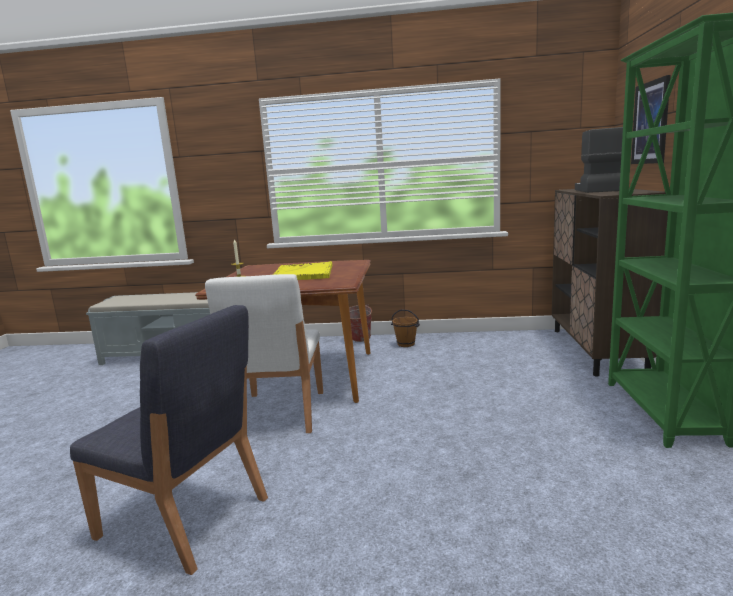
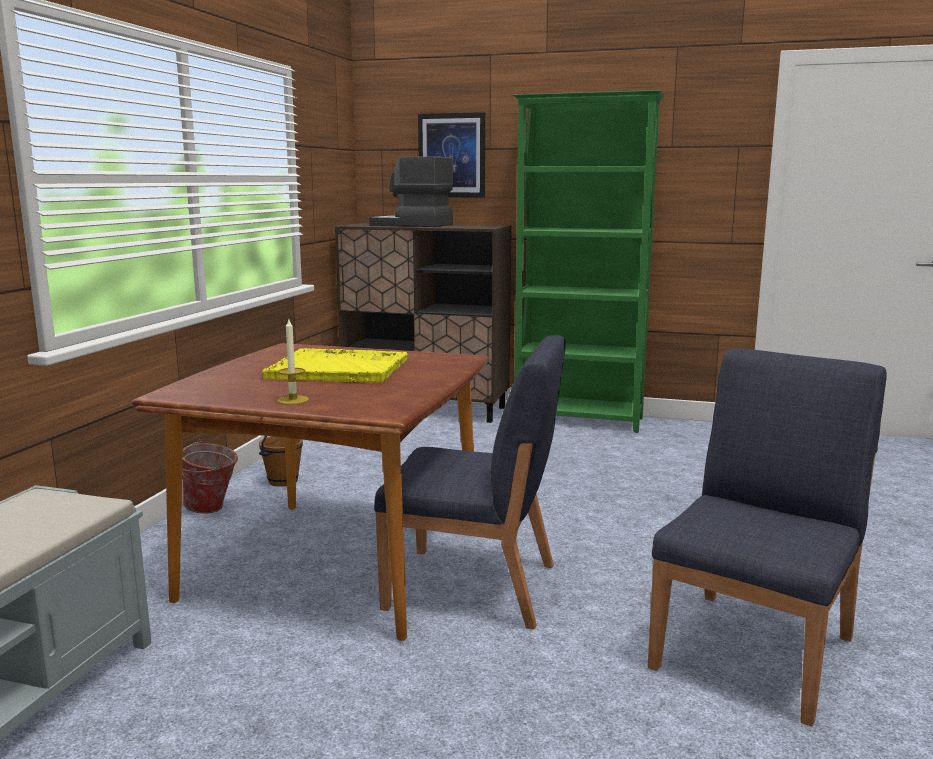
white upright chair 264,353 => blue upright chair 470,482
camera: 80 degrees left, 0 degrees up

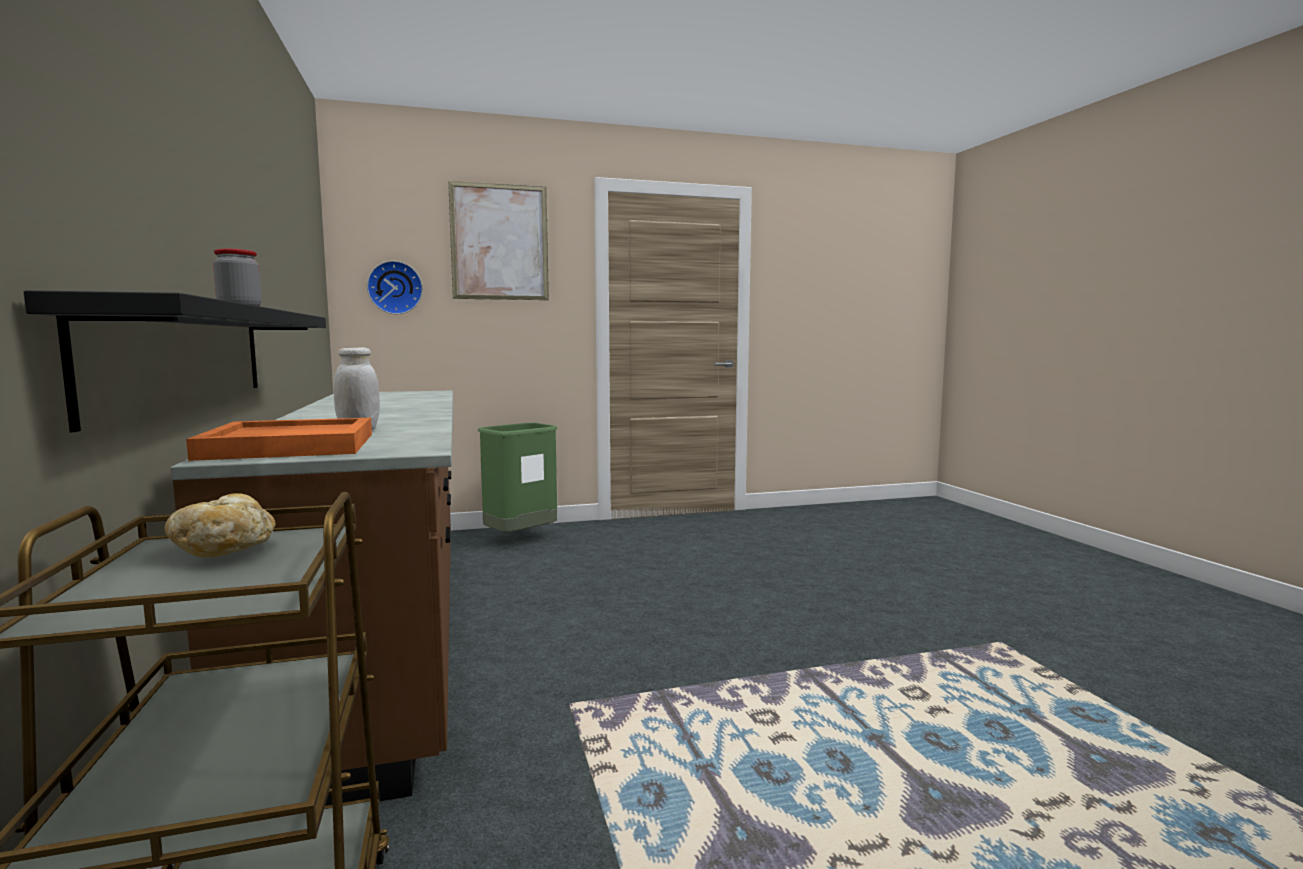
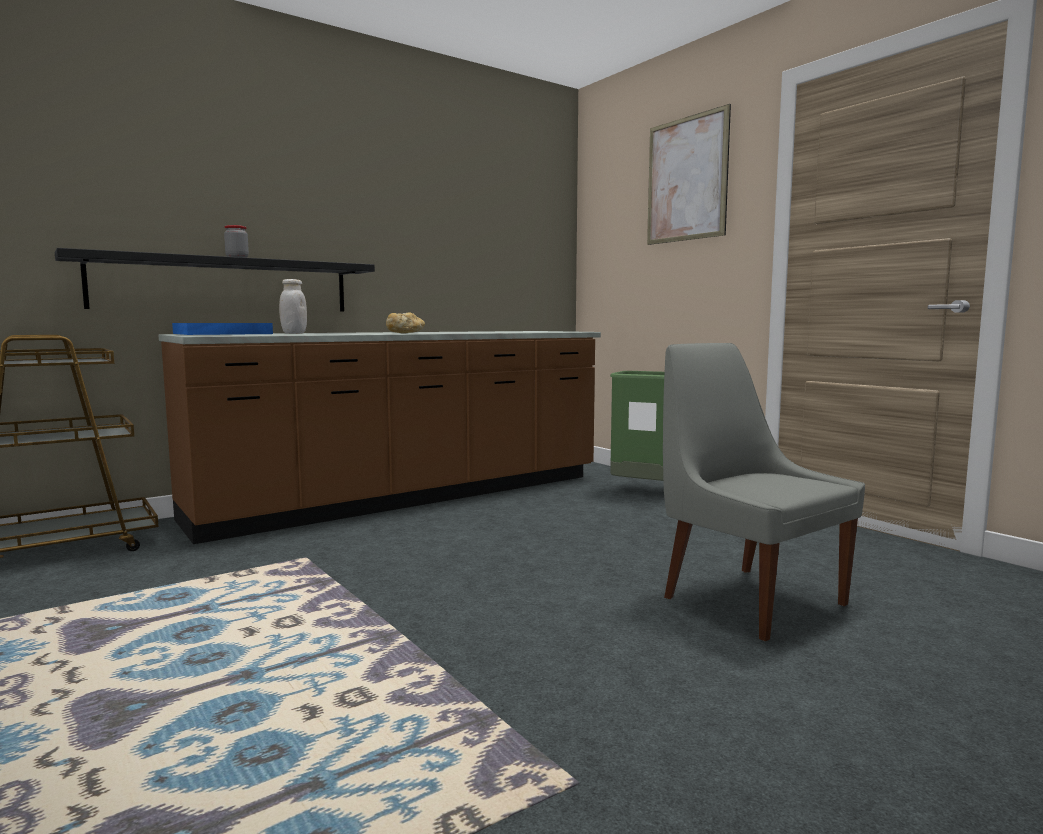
bakery bread 220,525 => bakery bread 405,323, move
orange carrying tray 279,439 => blue carrying tray 222,329
hanging clock 395,287 => nothing
nothing => grey upright chair 764,492
camera: 70 degrees right, 0 degrees up

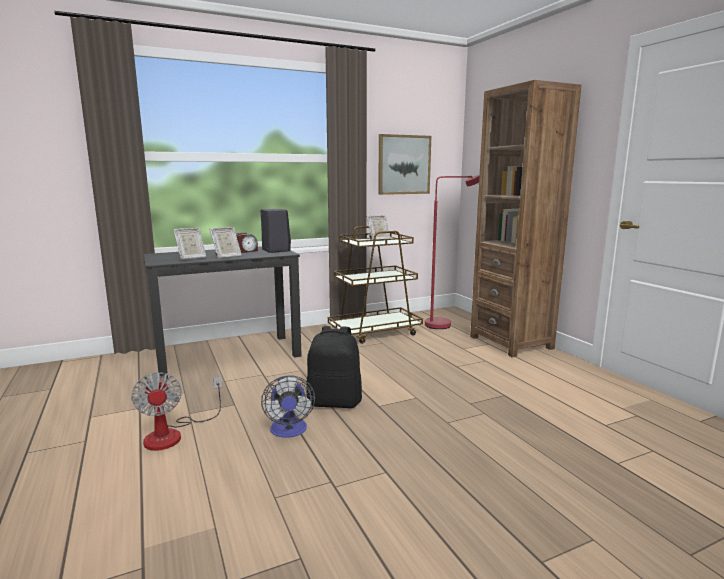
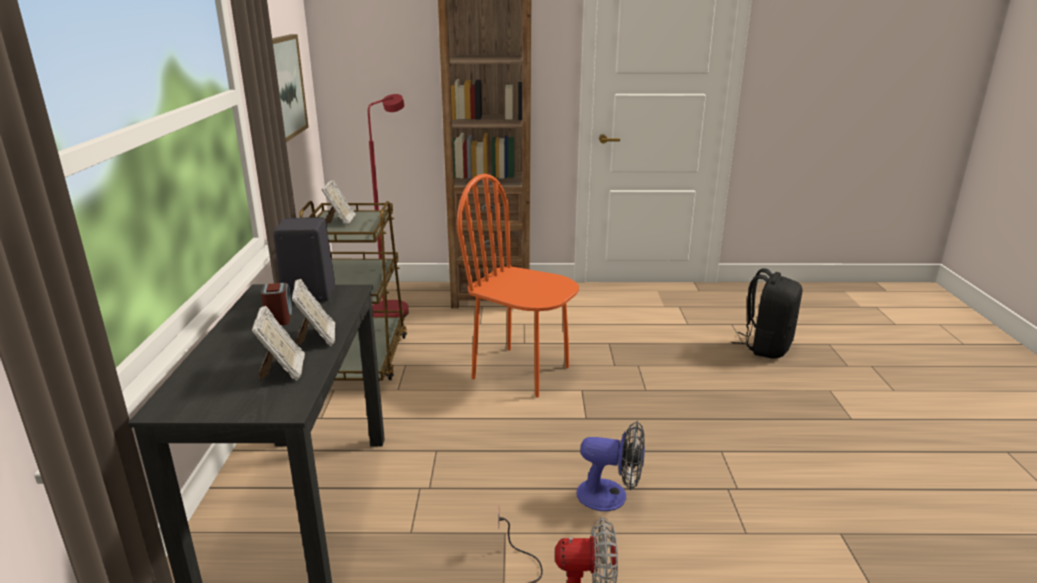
blackish rucksack 334,367 => blackish rucksack 766,313, move
nothing => orange upright chair 518,286
camera: 65 degrees left, 10 degrees up

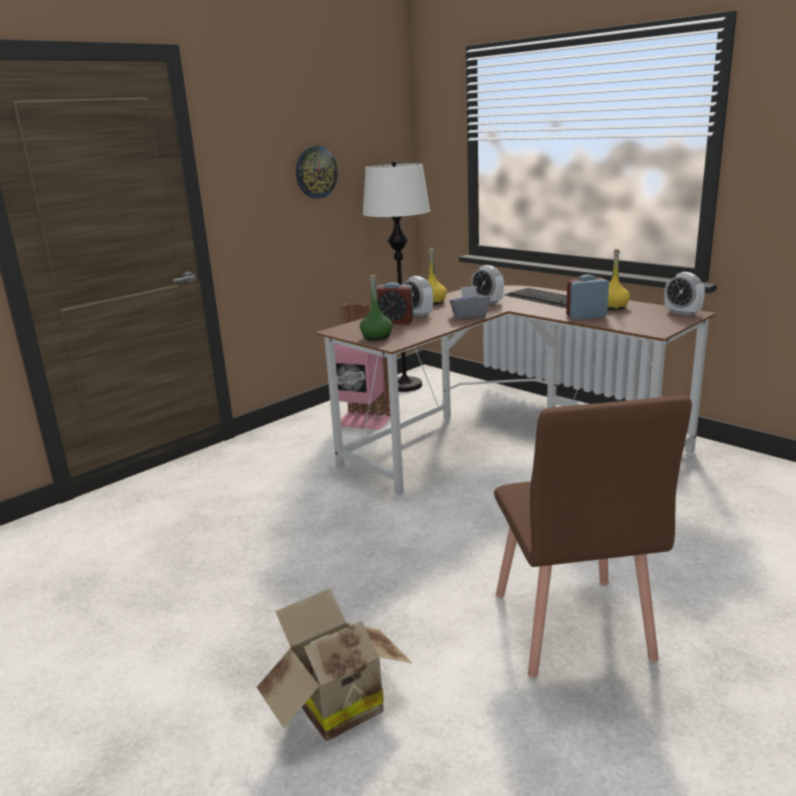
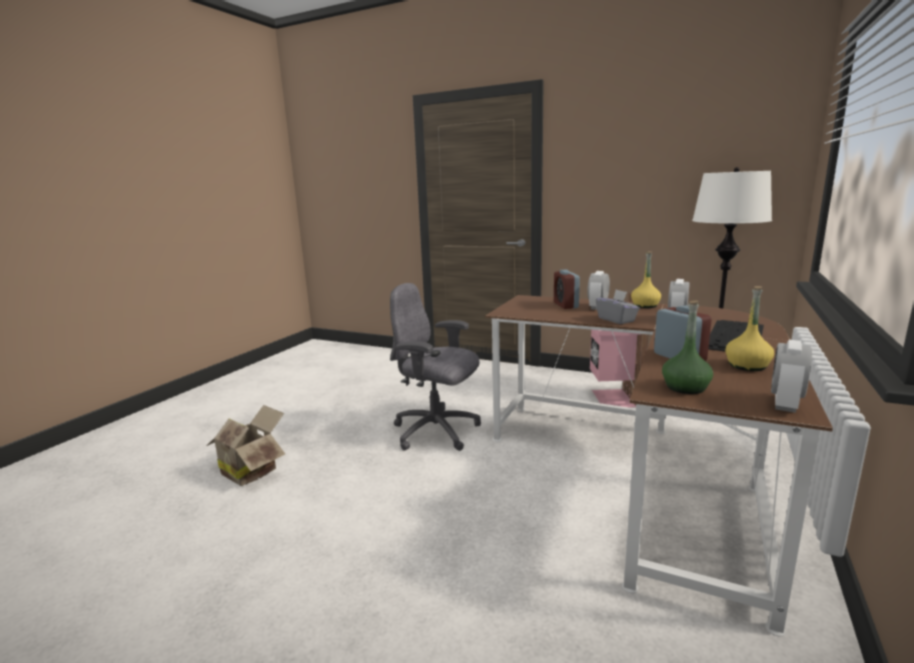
hanging clock 317,172 => nothing
green bottle 376,308 => green bottle 687,347, move
brown upright chair 593,537 => nothing
nothing => grey office chair 435,367
camera: 70 degrees right, 5 degrees down

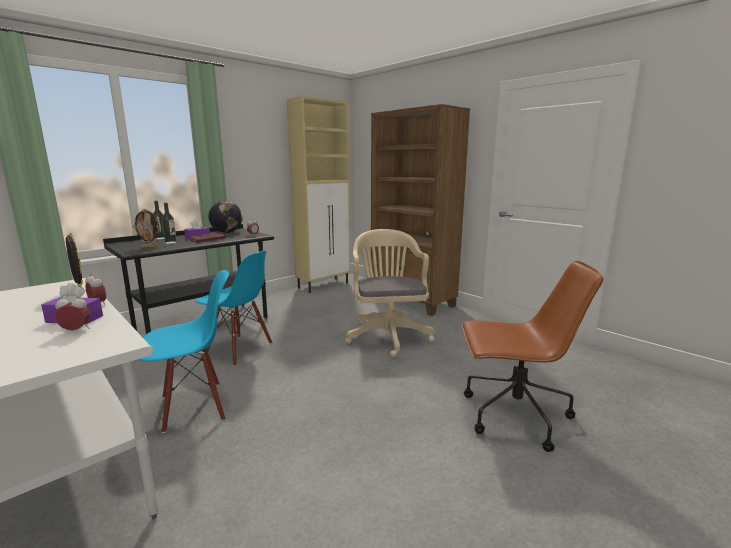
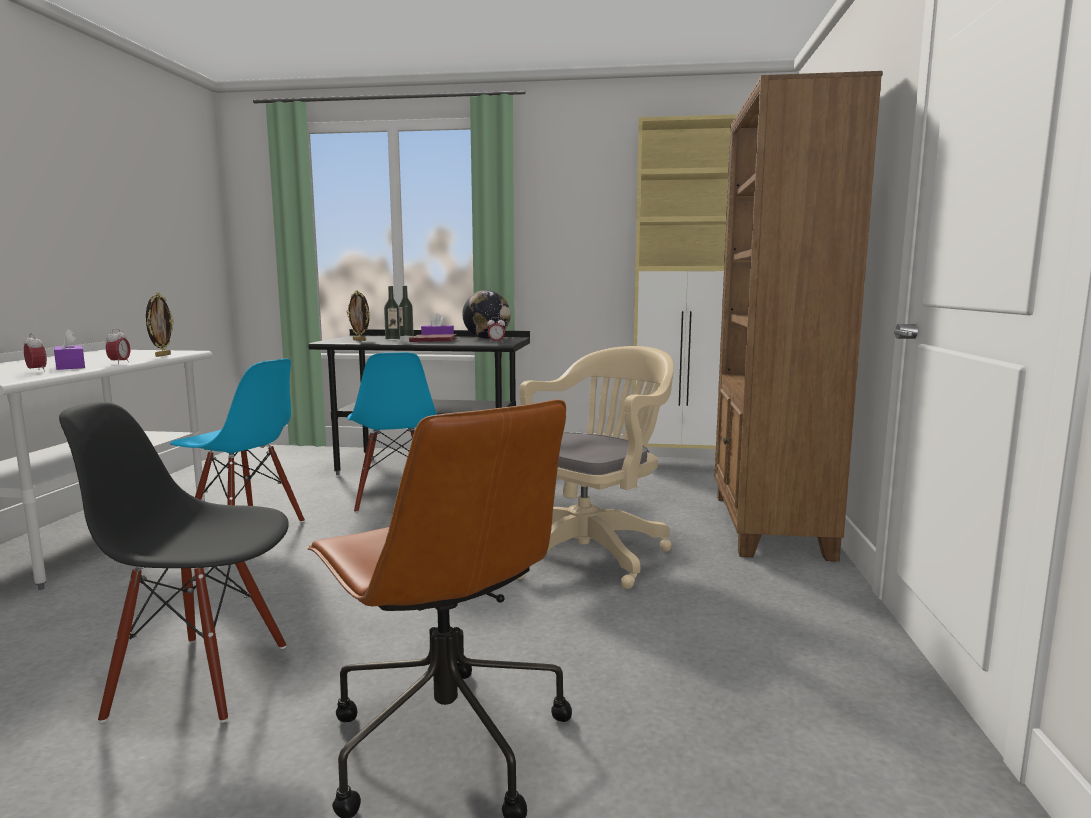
nothing => blackish upright chair 174,562
camera: 50 degrees right, 5 degrees down

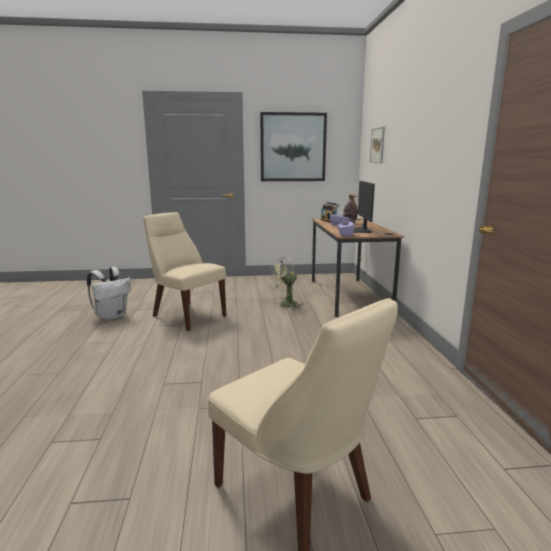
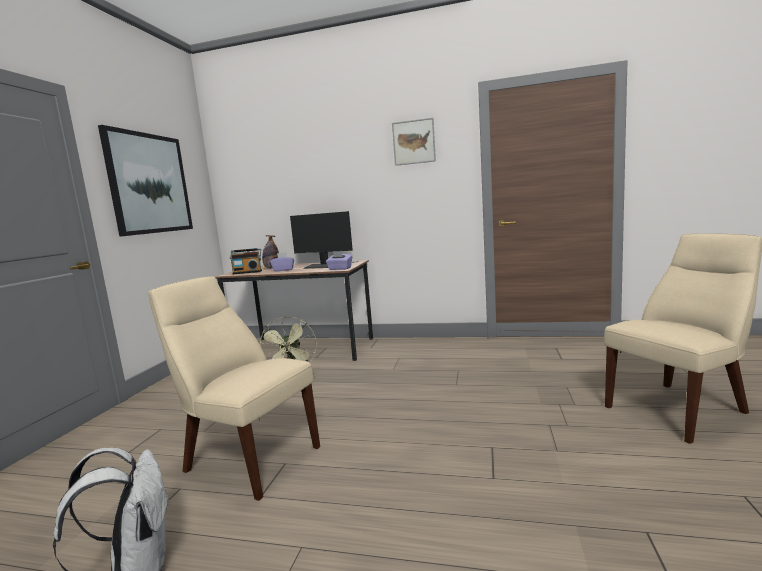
beige upright chair 184,271 => beige upright chair 234,388, 60 degrees clockwise
wall art 377,145 => wall art 414,142, move
camera: 70 degrees left, 5 degrees down

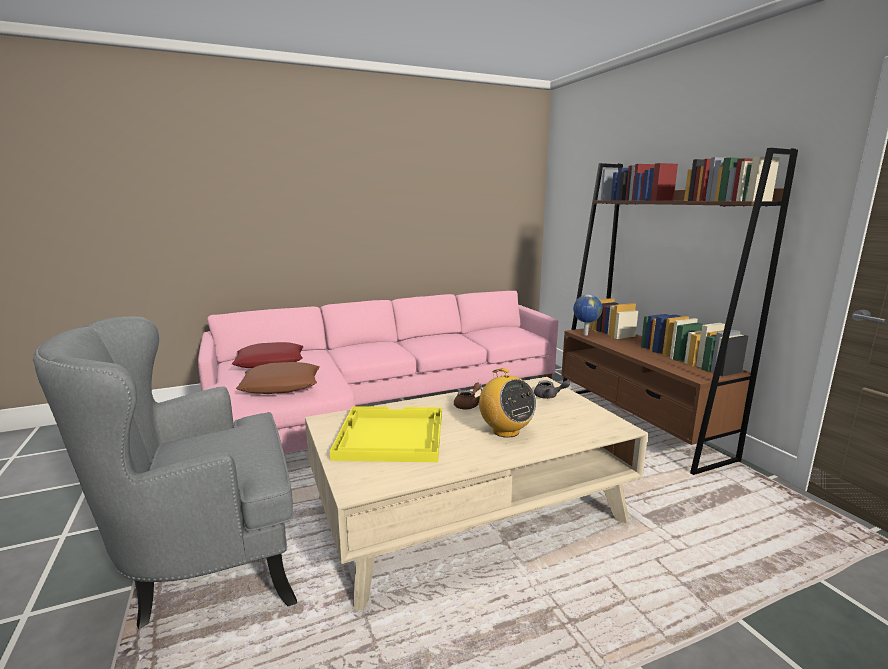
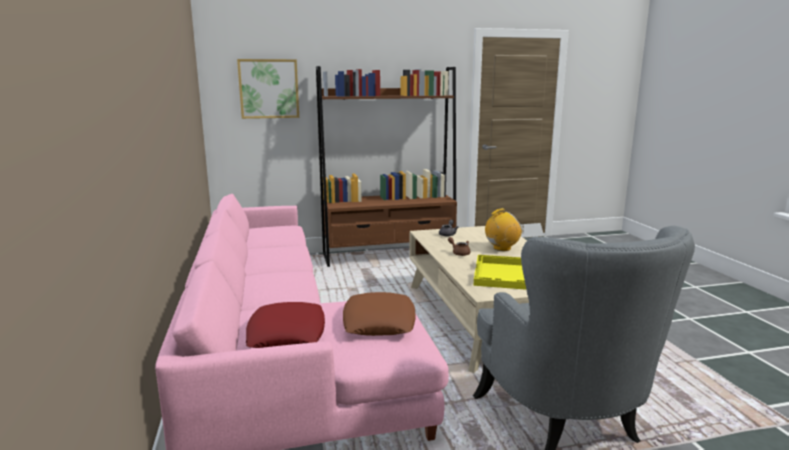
world globe 588,315 => nothing
nothing => wall art 268,89
camera: 80 degrees left, 0 degrees up

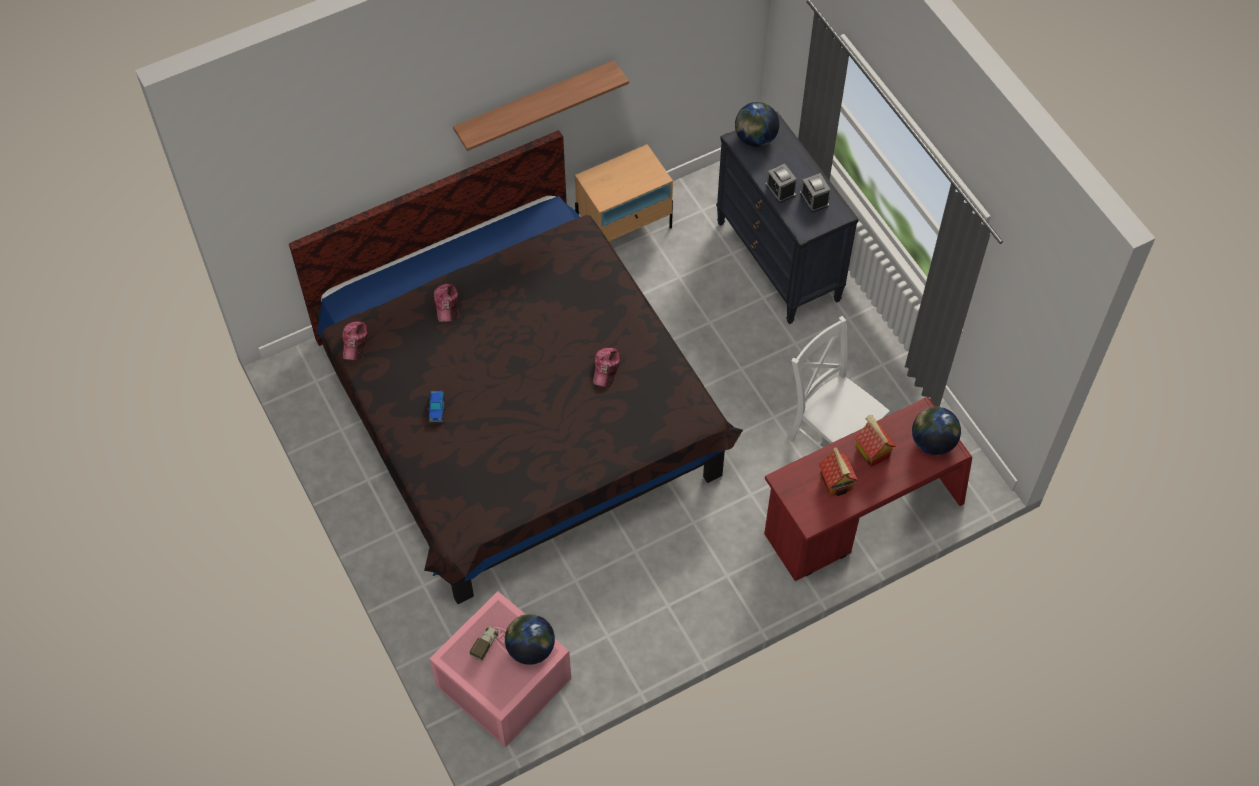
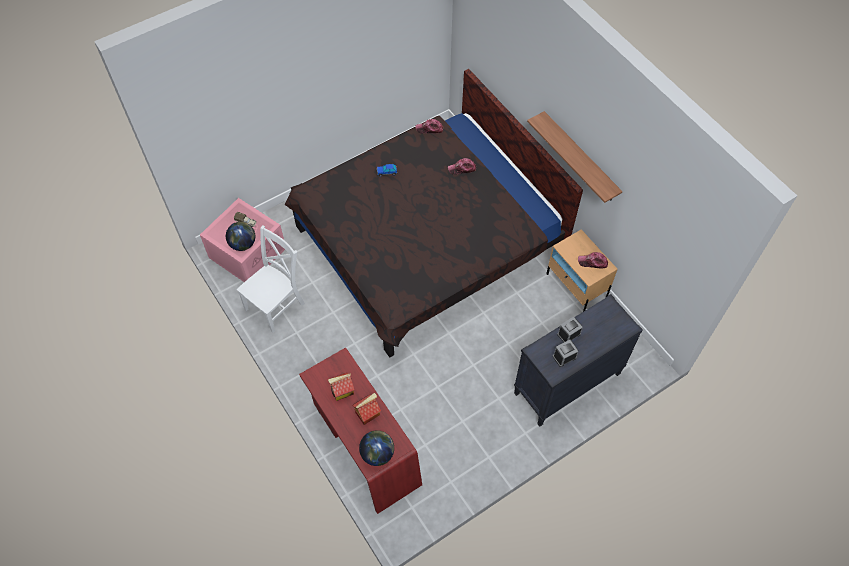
peaked cap 607,367 => peaked cap 593,260, move
world globe 757,124 => nothing
white upright chair 838,382 => white upright chair 270,279, move
camera: 85 degrees right, 0 degrees up

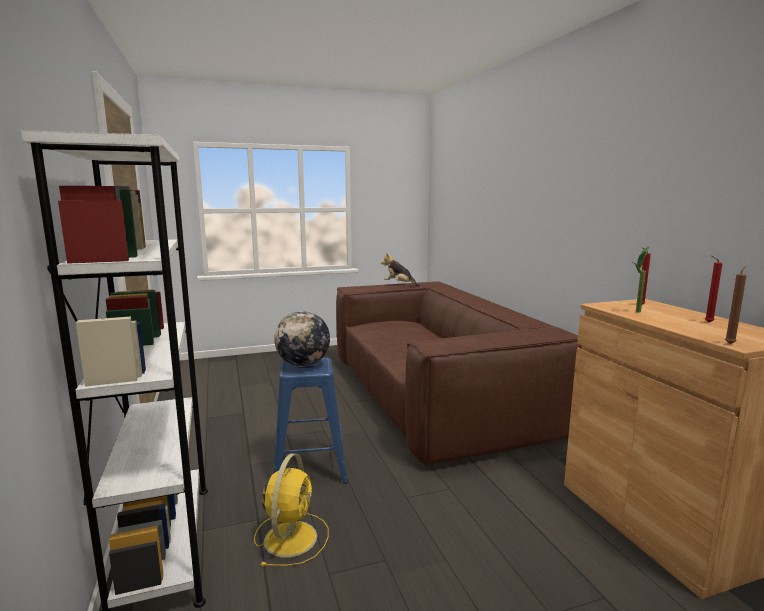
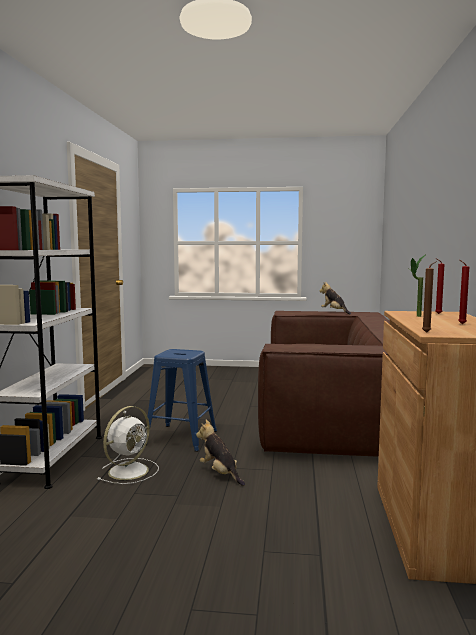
yellow-coloured fan 291,510 => white fan 128,445
world globe 302,338 => nothing
nothing => cuddly toy 220,453
camera: 25 degrees right, 5 degrees down

